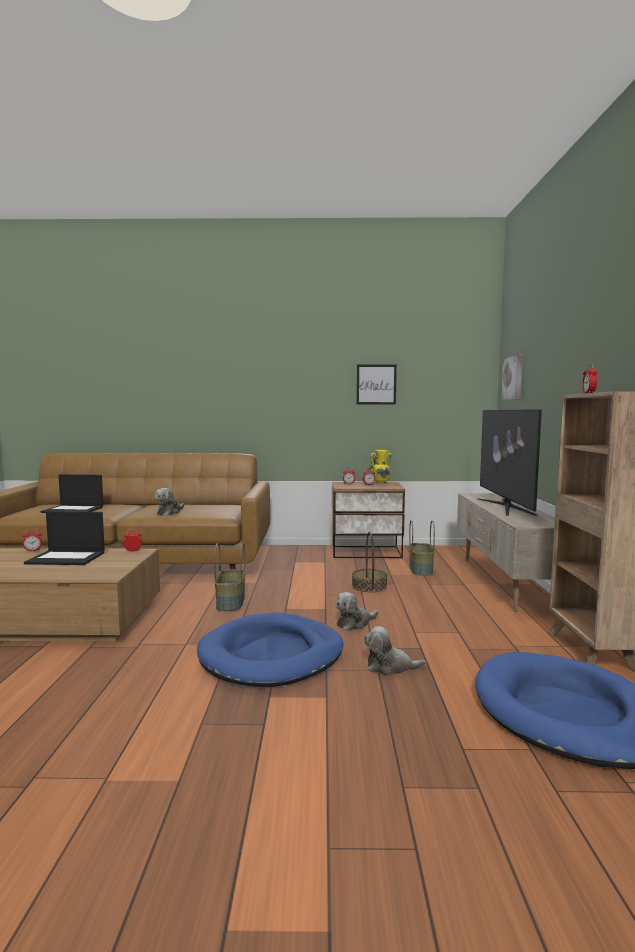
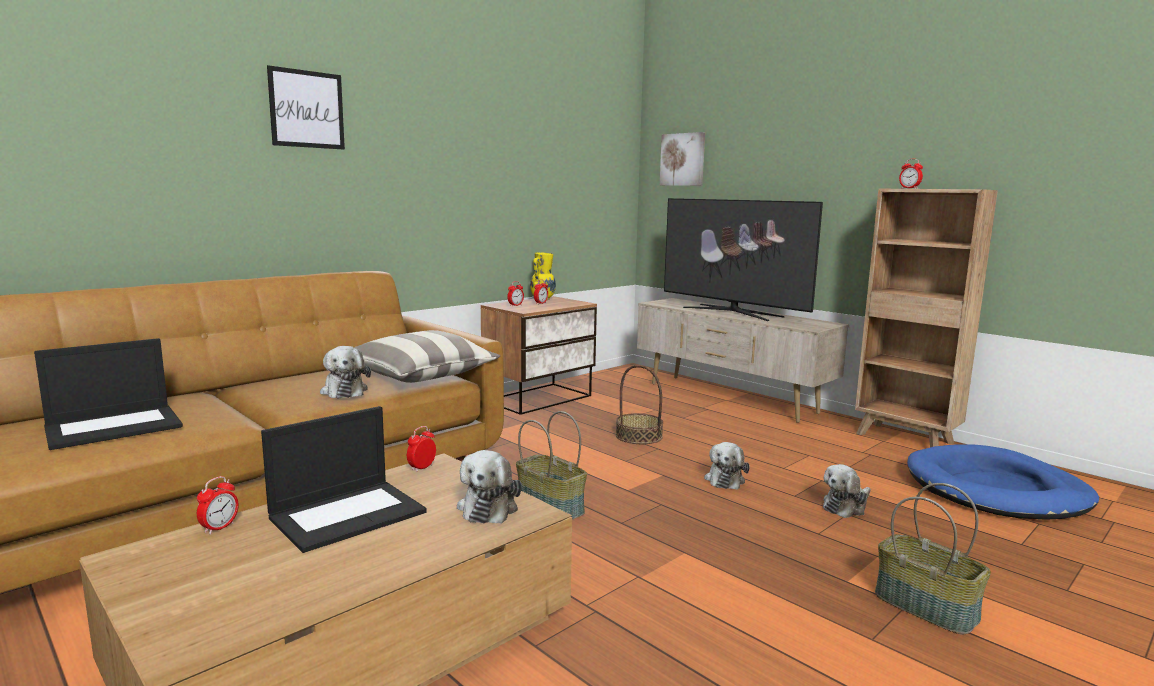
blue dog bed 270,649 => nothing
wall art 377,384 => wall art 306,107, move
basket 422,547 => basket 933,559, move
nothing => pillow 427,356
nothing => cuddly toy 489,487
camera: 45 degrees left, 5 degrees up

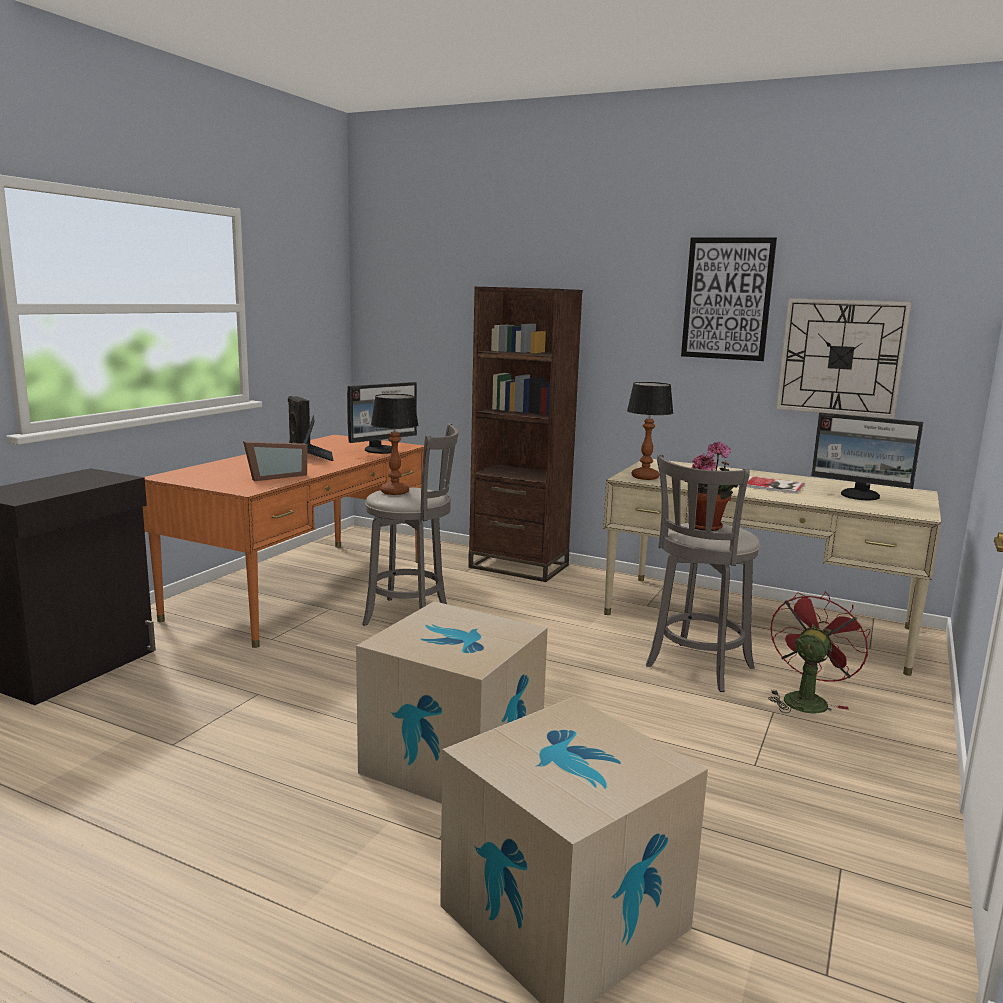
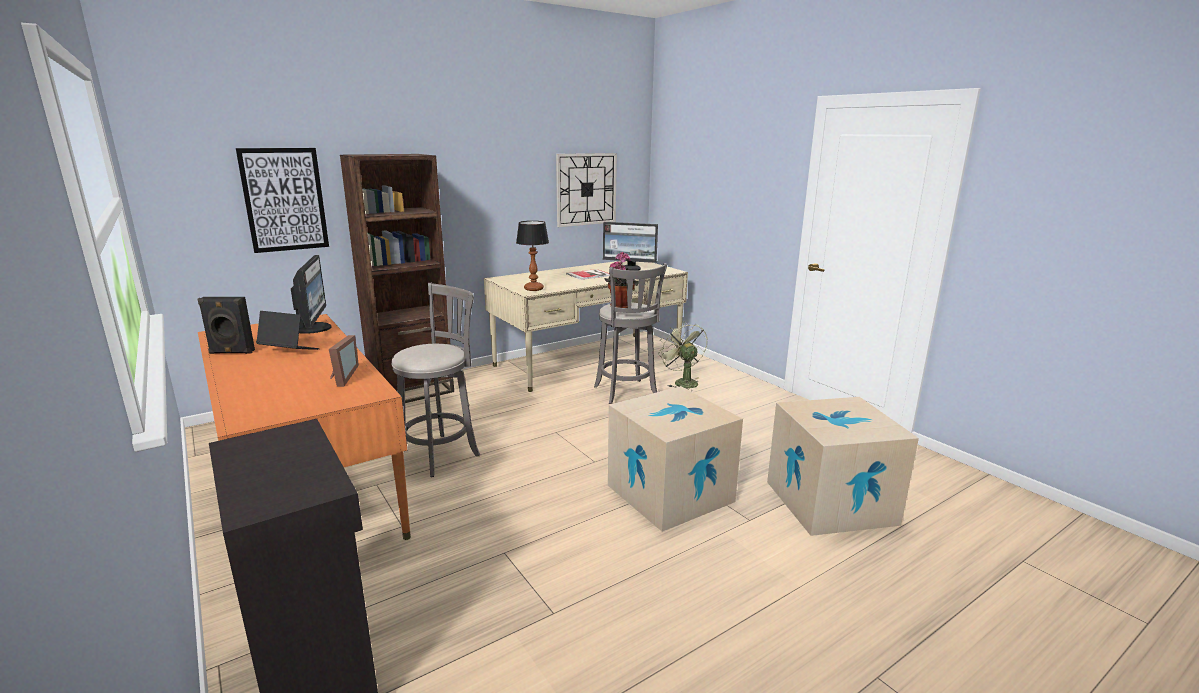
tabletop lamp 394,444 => nothing
wall art 729,299 => wall art 282,200, move
red fan 819,652 => green fan 683,356
computer display 867,456 => computer display 630,246, 45 degrees clockwise
camera: 60 degrees left, 5 degrees up

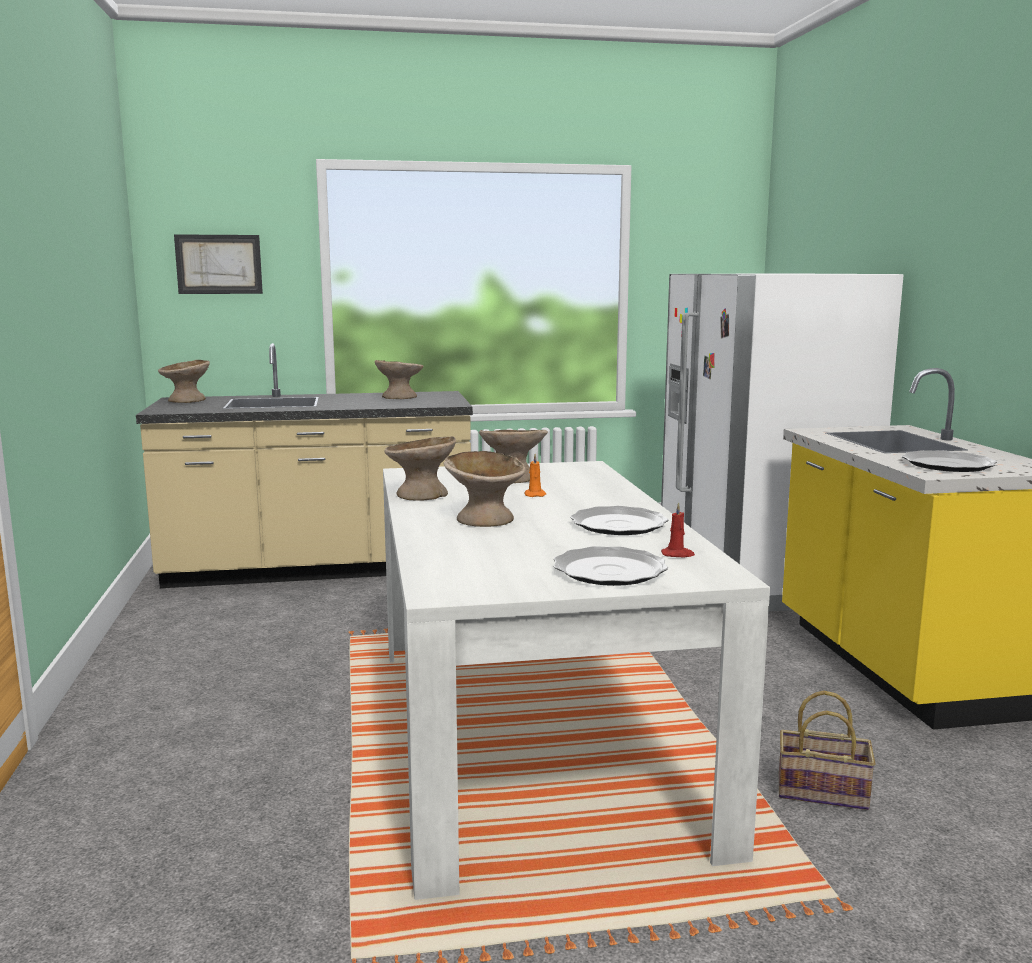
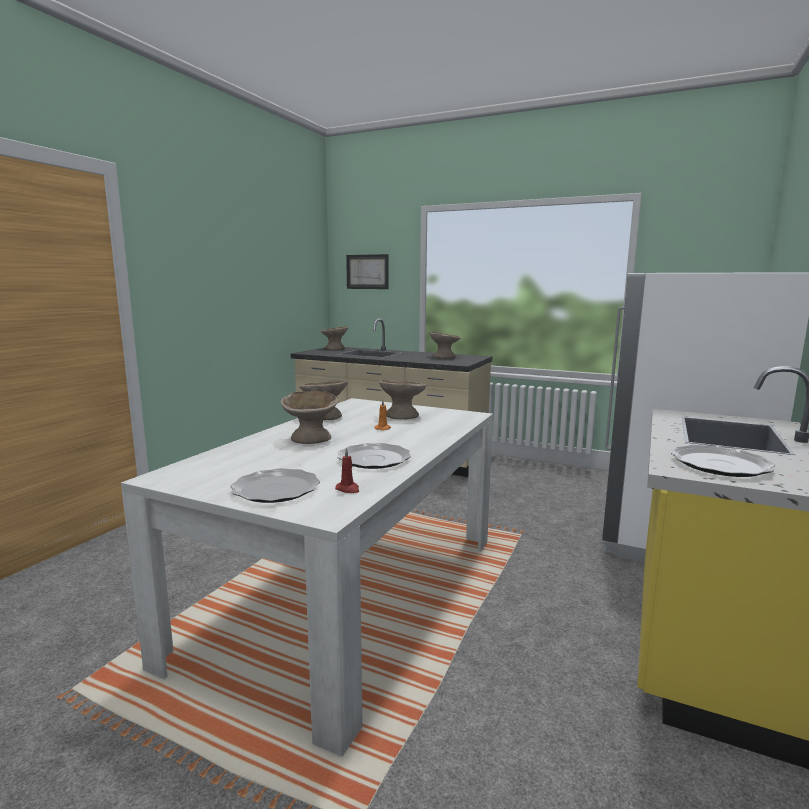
basket 827,750 => nothing
camera: 35 degrees right, 0 degrees up

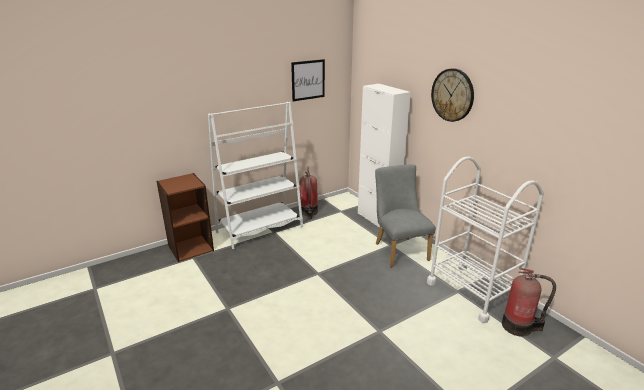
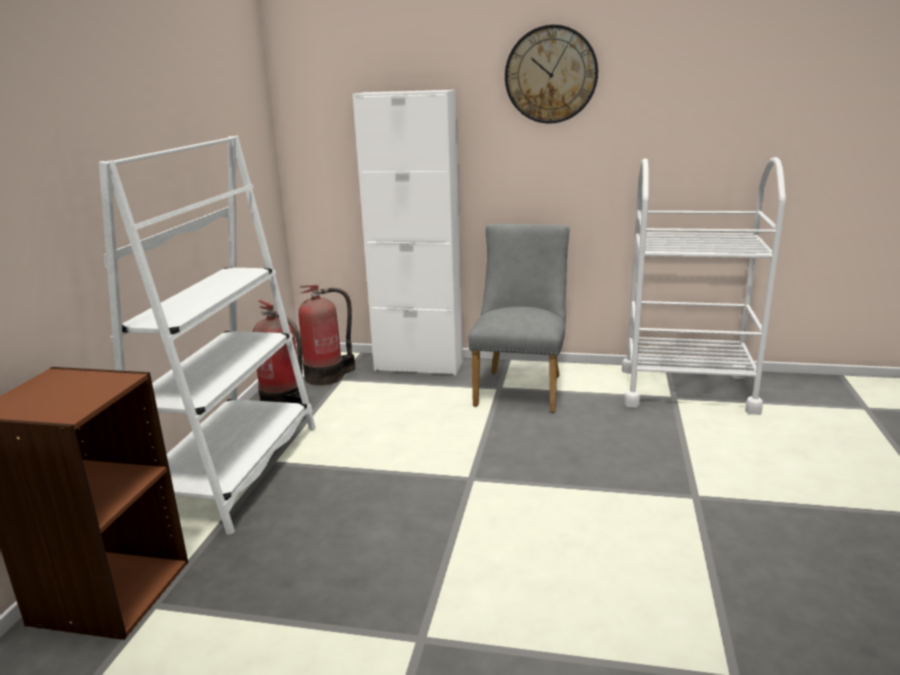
wall art 308,80 => nothing
grey upright chair 405,215 => grey upright chair 519,318, 75 degrees clockwise
fire-fighting cylinder 529,302 => fire-fighting cylinder 326,335, move
camera: 45 degrees left, 5 degrees down

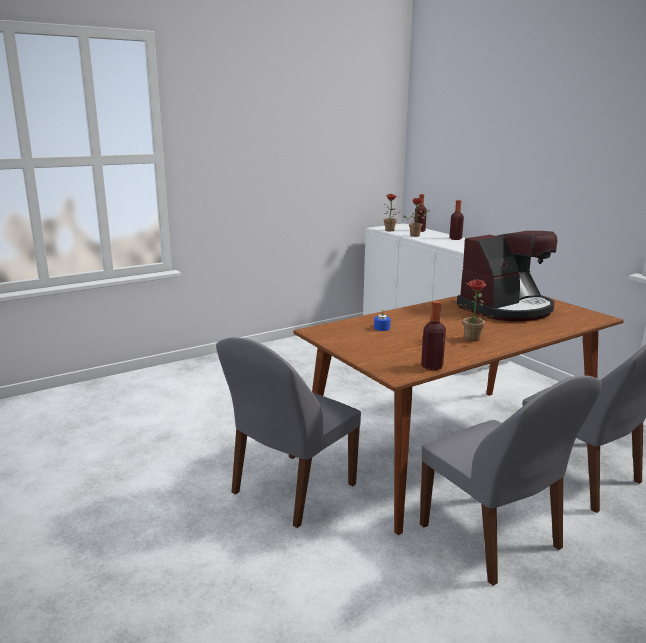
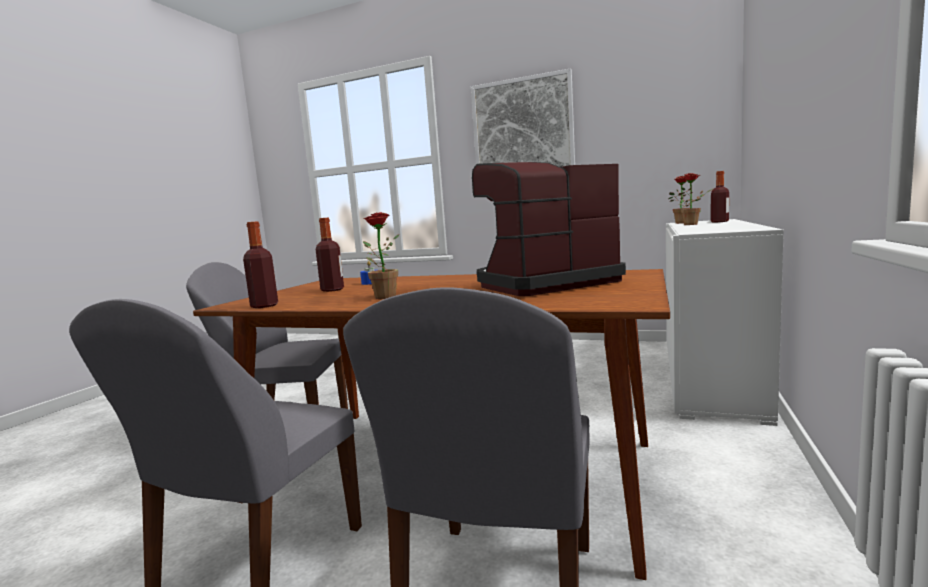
bottle 456,220 => bottle 330,255, move
coffee brewer 507,276 => coffee brewer 549,229, 135 degrees clockwise
nothing => wall art 523,117
camera: 55 degrees right, 10 degrees down

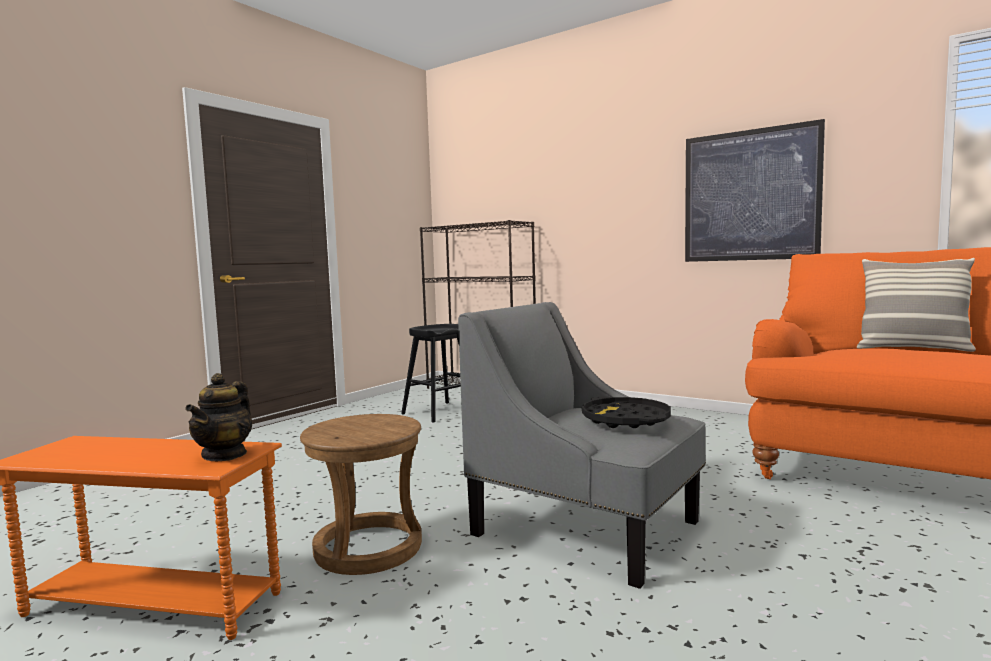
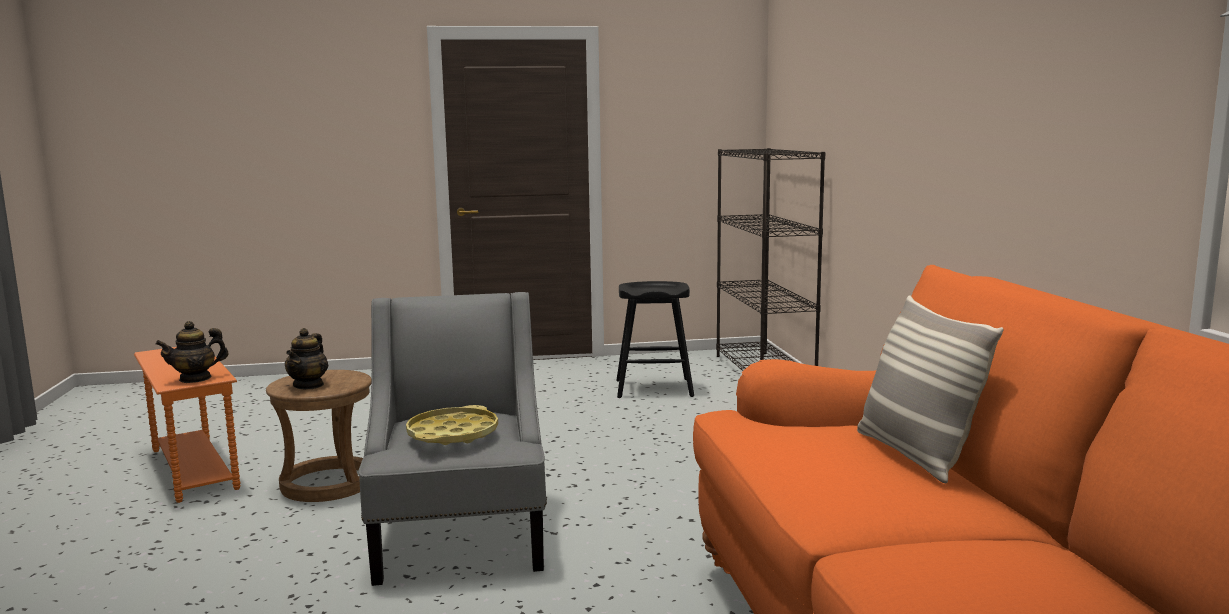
blackish carrying tray 626,412 => yellow-coloured carrying tray 452,425
wall art 755,190 => nothing
nothing => tea pot 306,359
camera: 45 degrees right, 5 degrees up

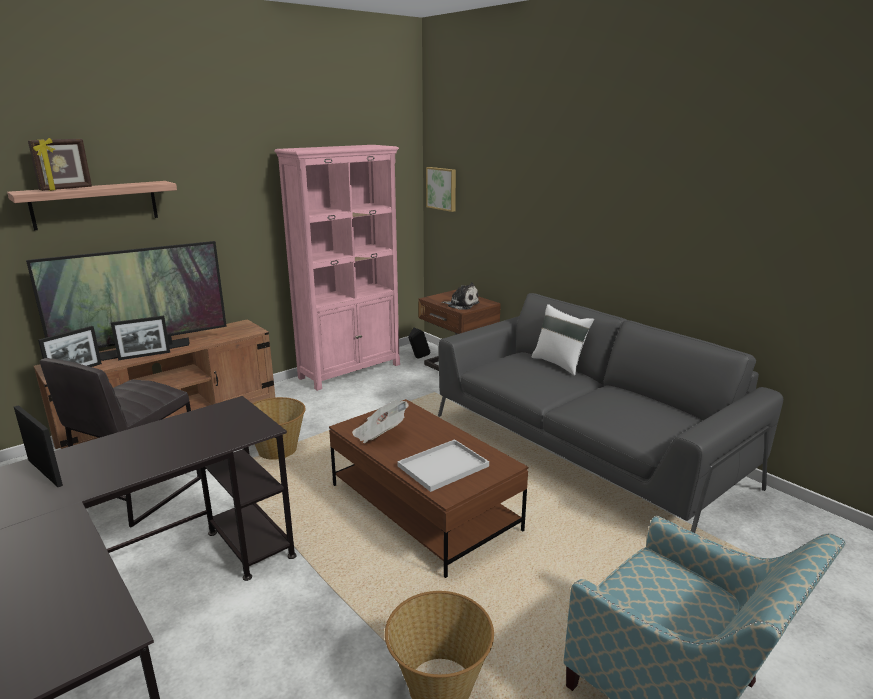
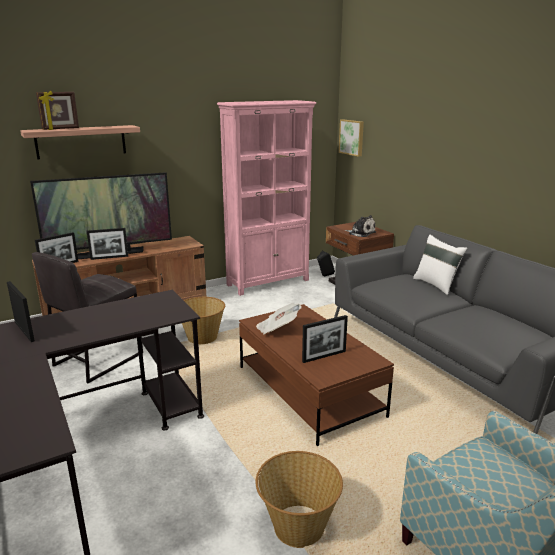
white carrying tray 443,465 => standing frame 325,339
camera: 10 degrees right, 0 degrees up

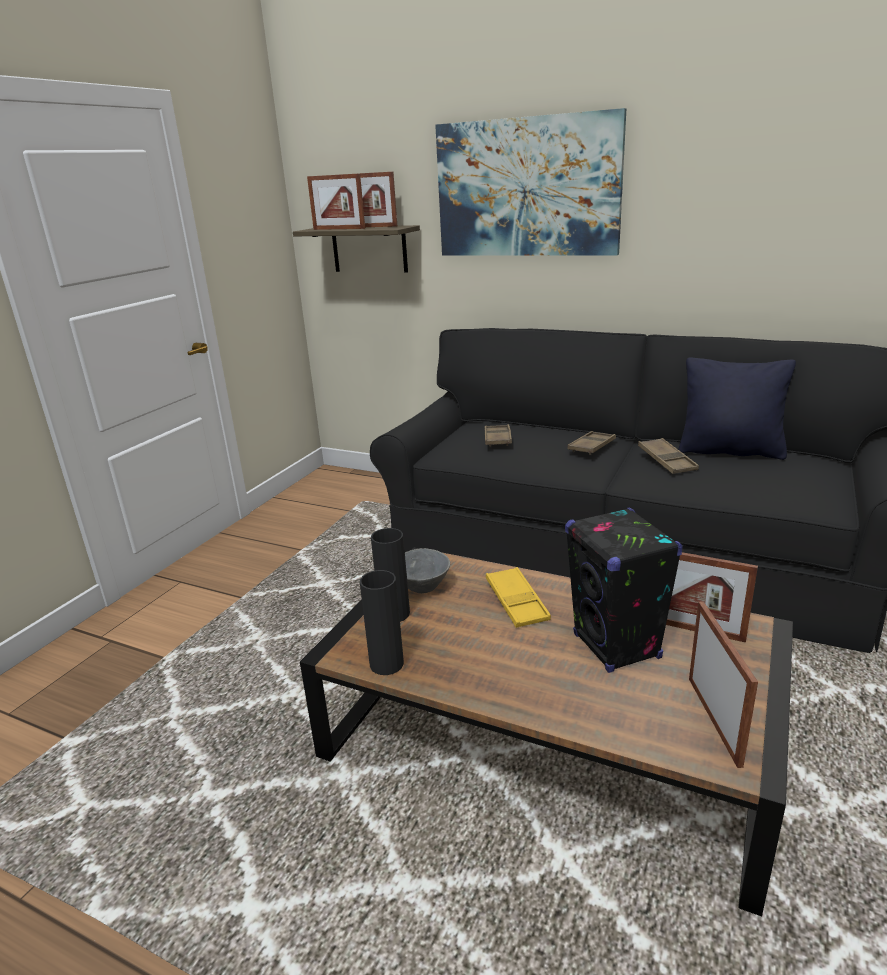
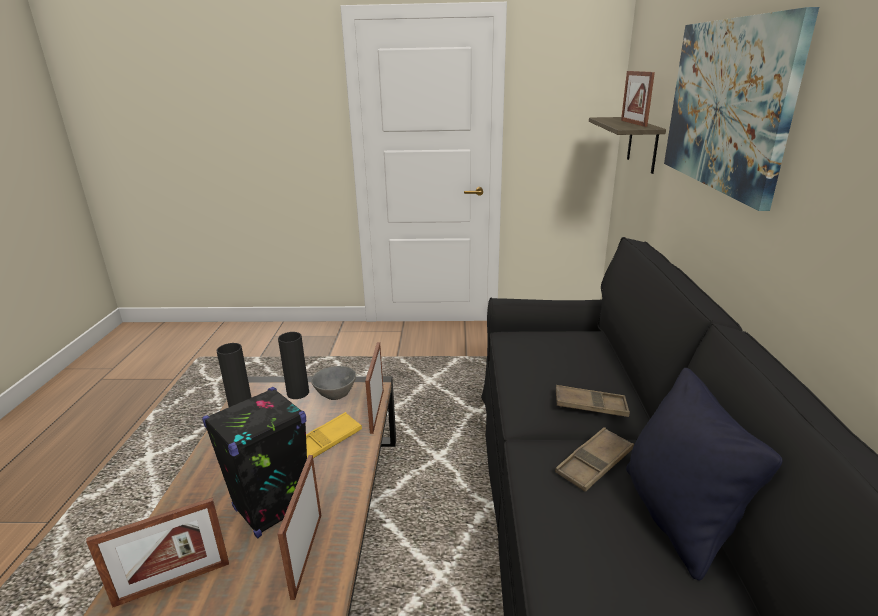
standing frame 336,201 => standing frame 374,388, move
brown carrying tray 498,435 => nothing
camera: 65 degrees right, 0 degrees up

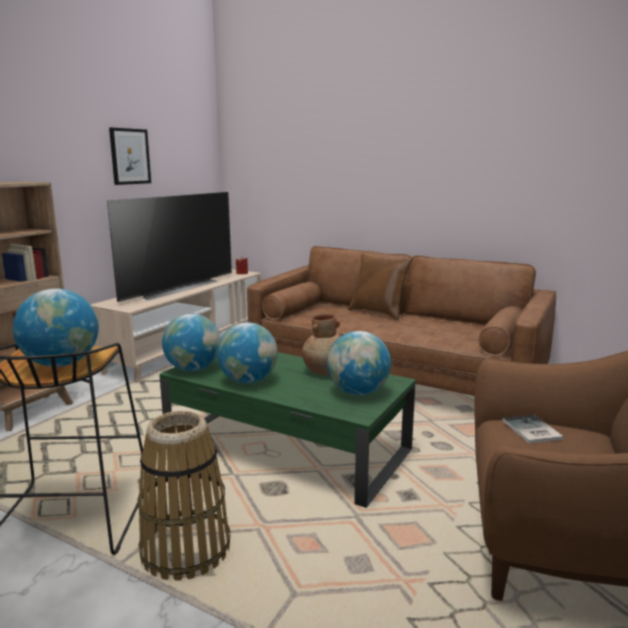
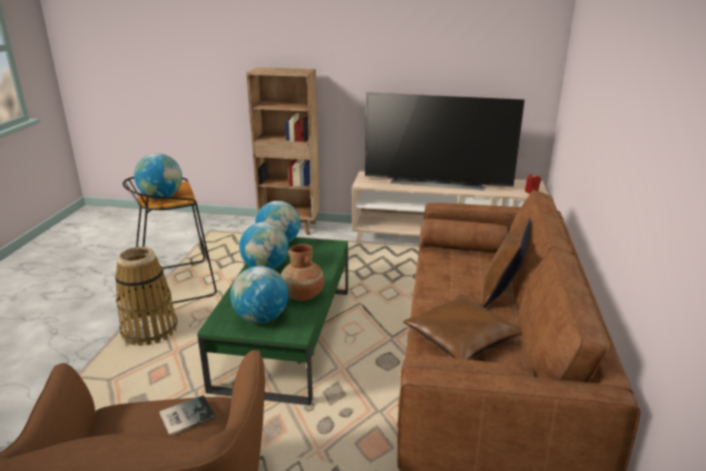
wall art 130,156 => nothing
nothing => brown pillow 462,327
camera: 70 degrees right, 10 degrees up

